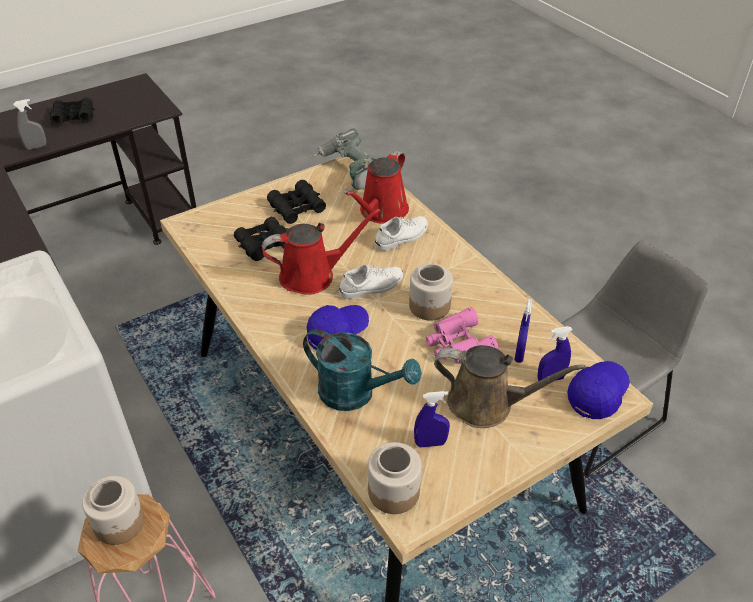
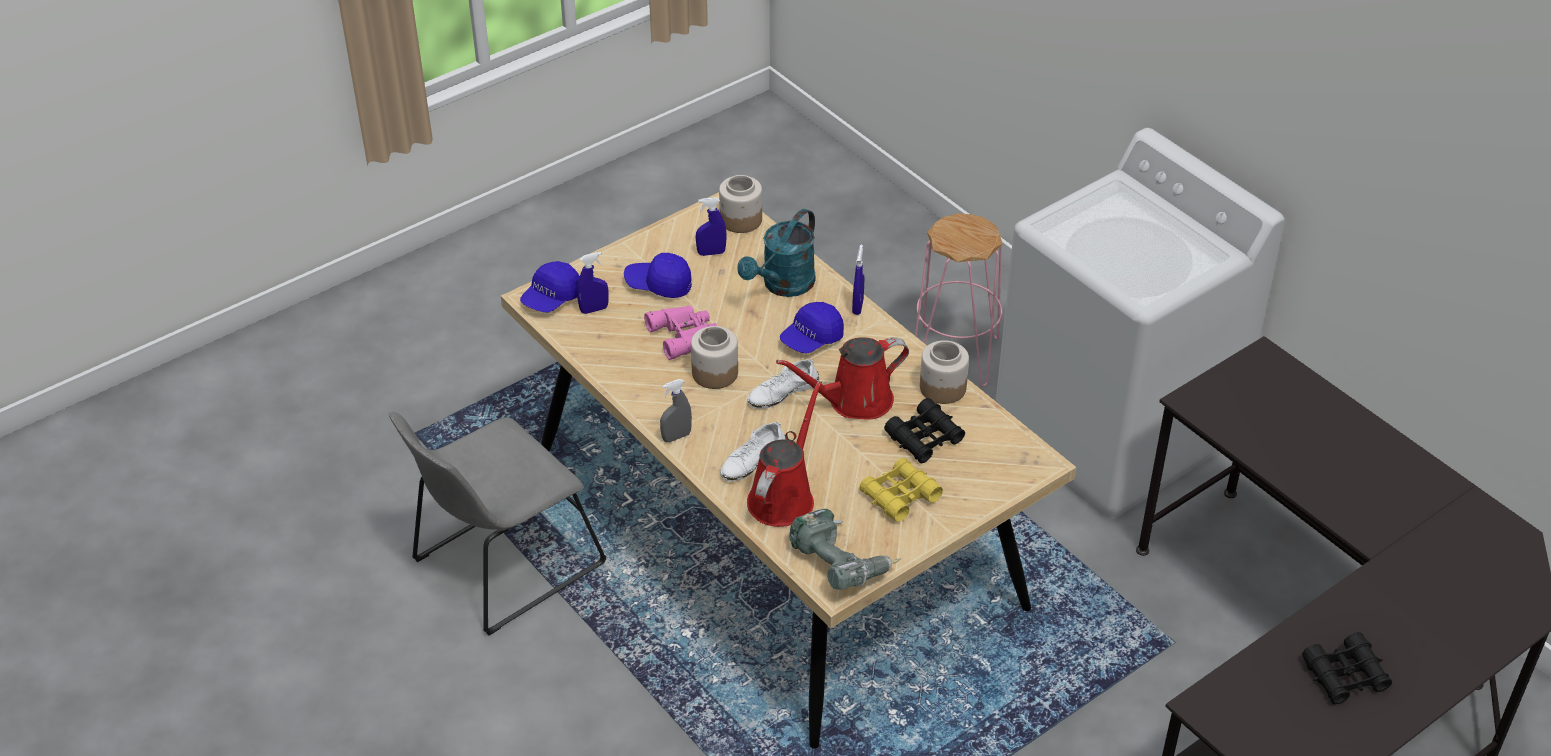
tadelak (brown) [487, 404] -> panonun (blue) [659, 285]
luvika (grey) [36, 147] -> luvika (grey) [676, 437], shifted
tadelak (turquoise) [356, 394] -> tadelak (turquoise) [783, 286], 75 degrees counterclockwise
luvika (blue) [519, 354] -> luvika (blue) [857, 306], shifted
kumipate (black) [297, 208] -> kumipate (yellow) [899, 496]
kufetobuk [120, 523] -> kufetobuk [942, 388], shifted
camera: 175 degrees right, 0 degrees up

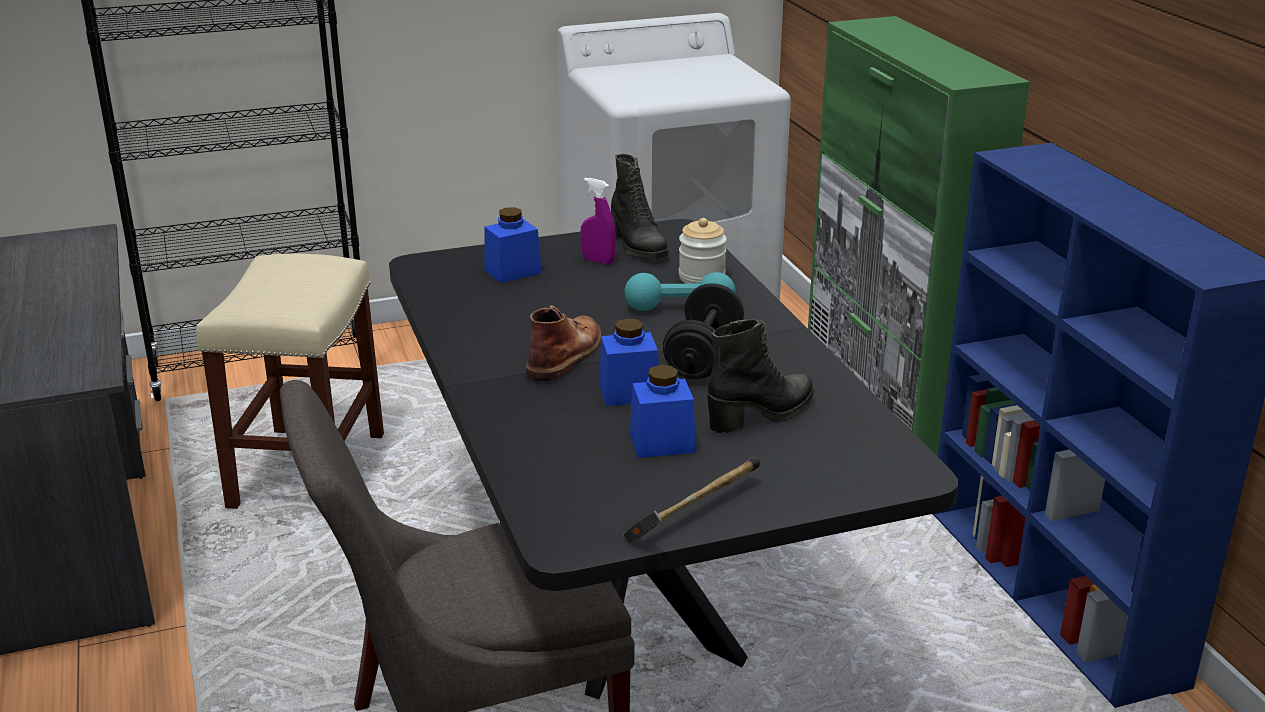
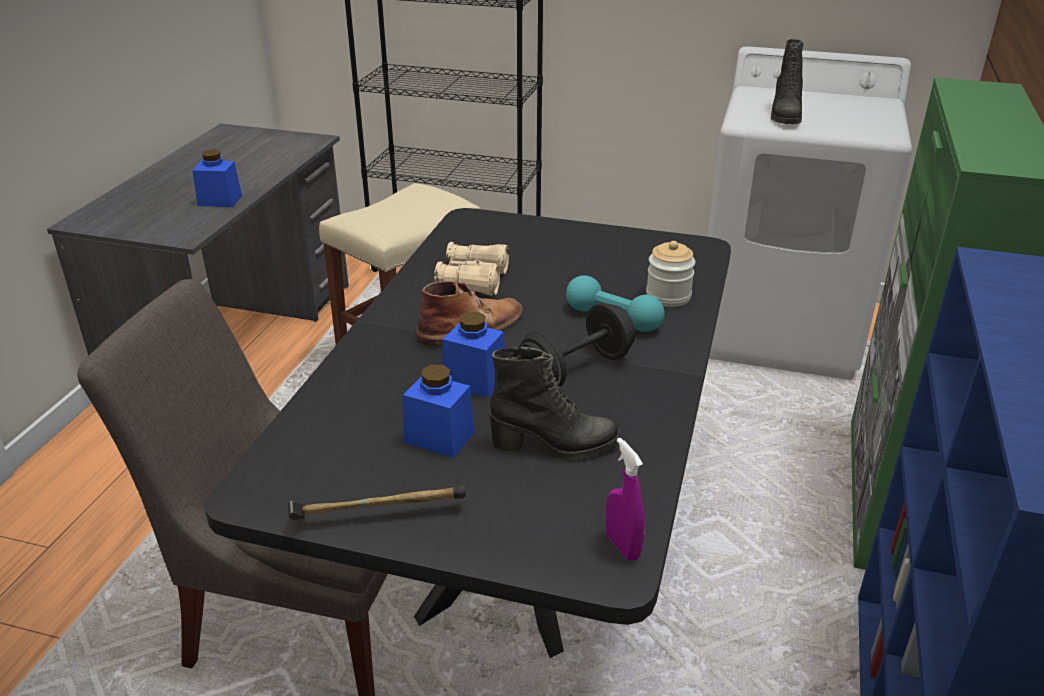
kufetobuk (blue) [513, 271] -> kufetobuk (blue) [220, 200], shifted
none -> kumipate (beige) [473, 280]
luvika (purple) [598, 261] -> luvika (purple) [622, 546], shifted
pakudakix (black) [637, 246] -> pakudakix (black) [784, 116], shifted
camera: 35 degrees right, 5 degrees up

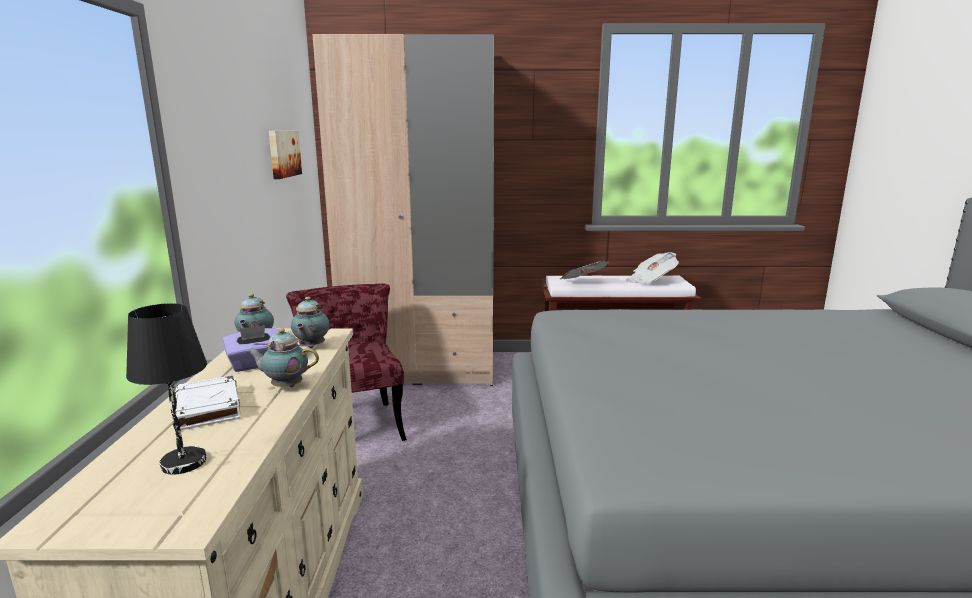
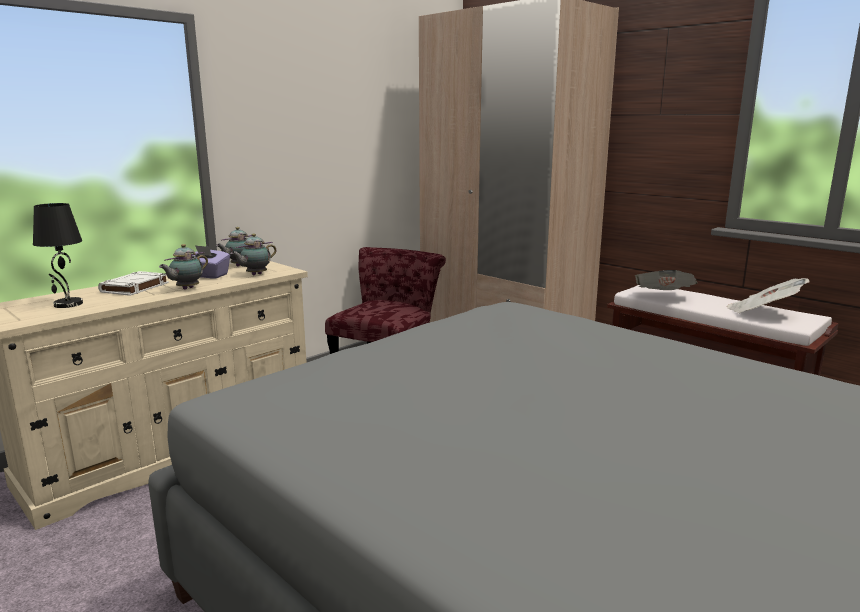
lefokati [285, 386] -> lefokati [186, 289], 105 degrees counterclockwise
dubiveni [283, 153] -> none
camera: 45 degrees right, 0 degrees up

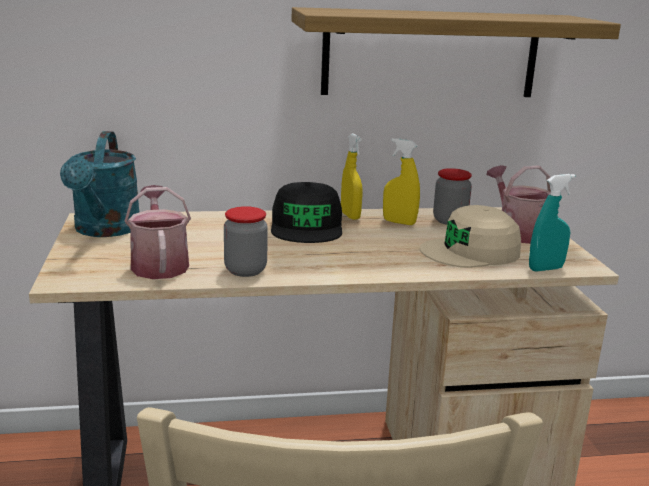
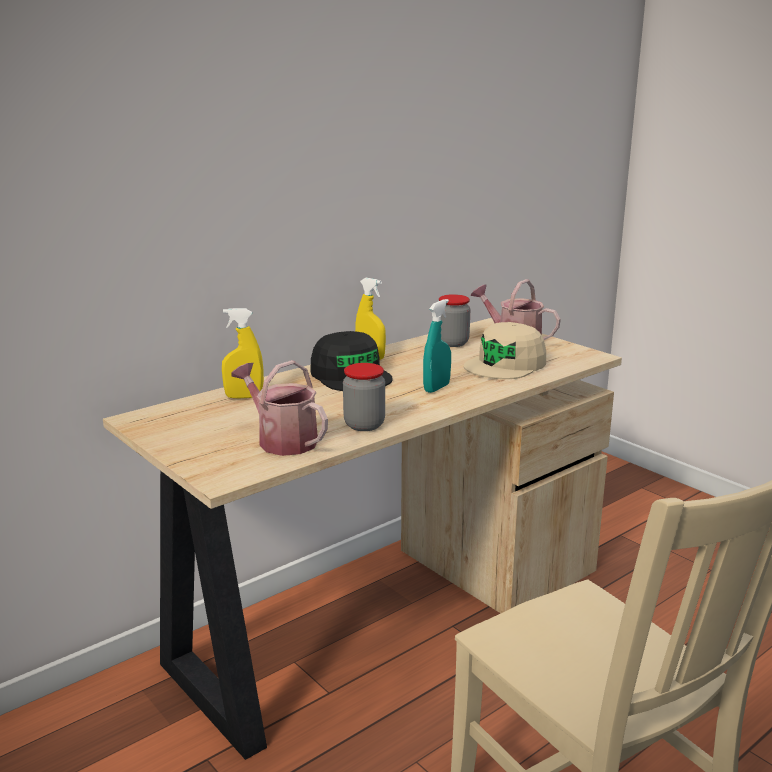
luvika (yellow) [399, 222] -> luvika (yellow) [244, 397], shifted
luvika (turquoise) [546, 269] -> luvika (turquoise) [436, 388], shifted
tadelak (turquoise) [105, 230] -> none
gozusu [431, 54] -> none
camera: 30 degrees left, 0 degrees up

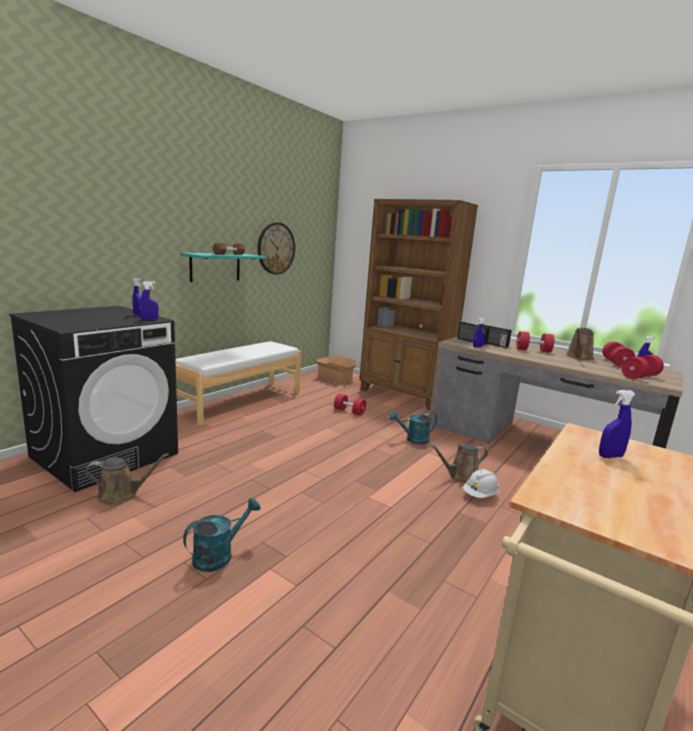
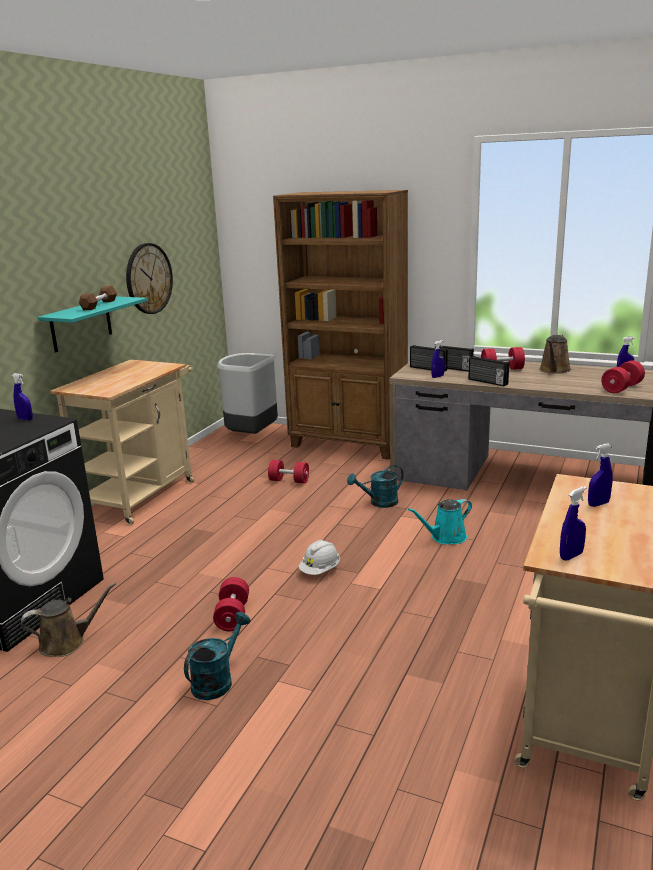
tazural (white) [240, 401] -> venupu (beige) [143, 494]
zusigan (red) [616, 363] -> zusigan (red) [232, 616], shifted
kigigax [334, 379] -> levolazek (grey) [251, 436]
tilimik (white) [480, 495] -> tilimik (white) [320, 570], shifted
tadelak (brown) [460, 477] -> tadelak (turquoise) [445, 538]
none -> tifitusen [487, 382]
luvika (blue) [149, 320] -> luvika (blue) [571, 556], shifted
camera: 10 degrees left, 5 degrees up

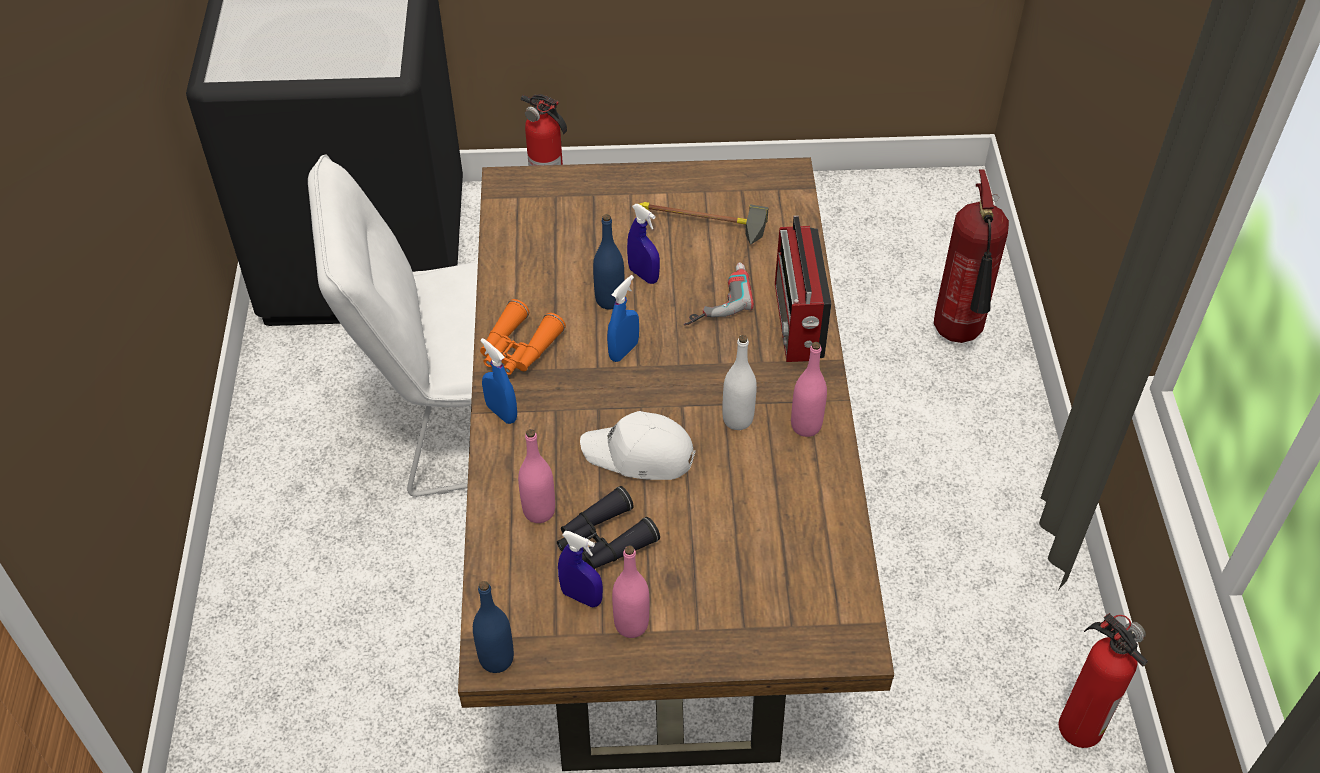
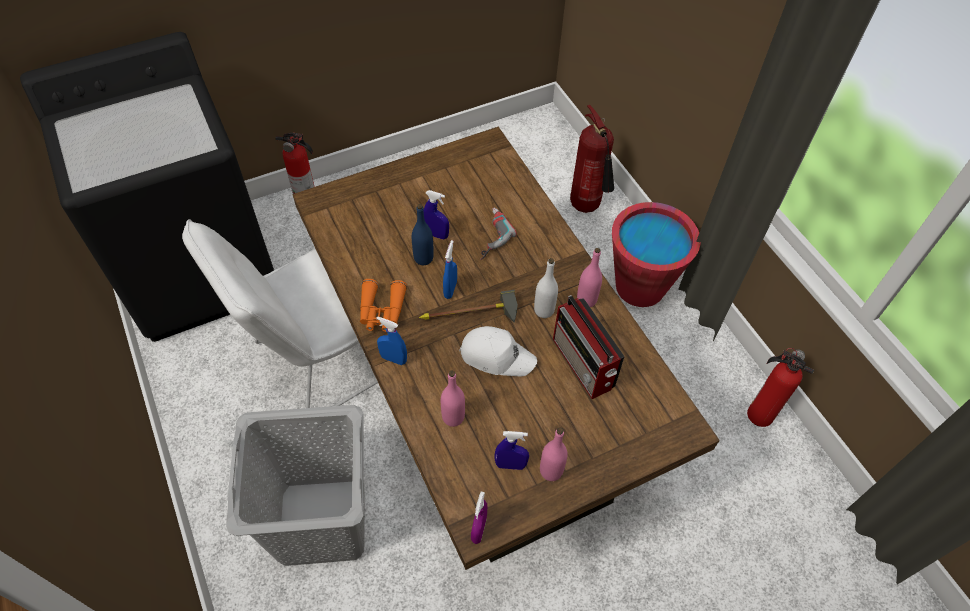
none -> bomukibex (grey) [321, 520]
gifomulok [698, 226] -> gifomulok [468, 318], shifted
panonun (white) [639, 455] -> panonun (white) [496, 355], 150 degrees counterclockwise
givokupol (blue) [496, 659] -> luvika (purple) [478, 529]
tifitusen [797, 323] -> tifitusen [583, 365], shifted
none -> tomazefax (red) [640, 287]
kumipate (black) [603, 541] -> none
camera: 25 degrees left, 5 degrees up

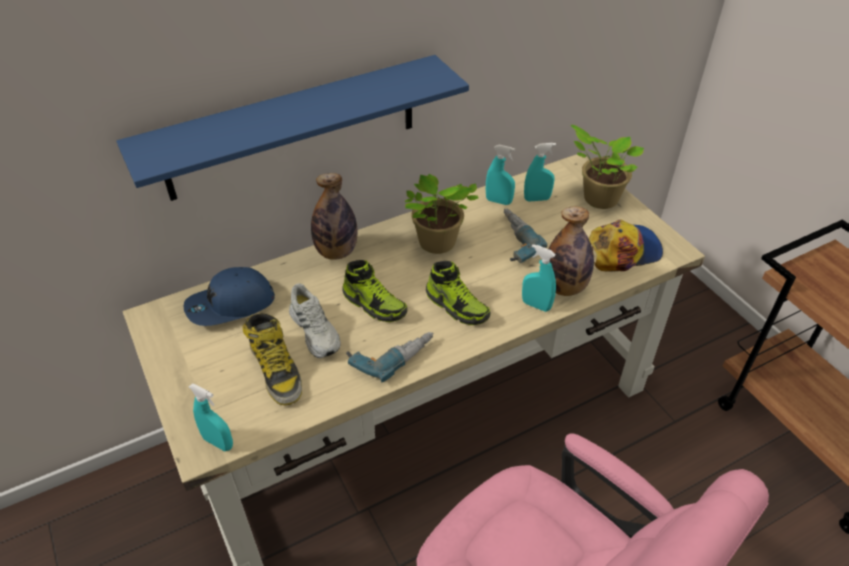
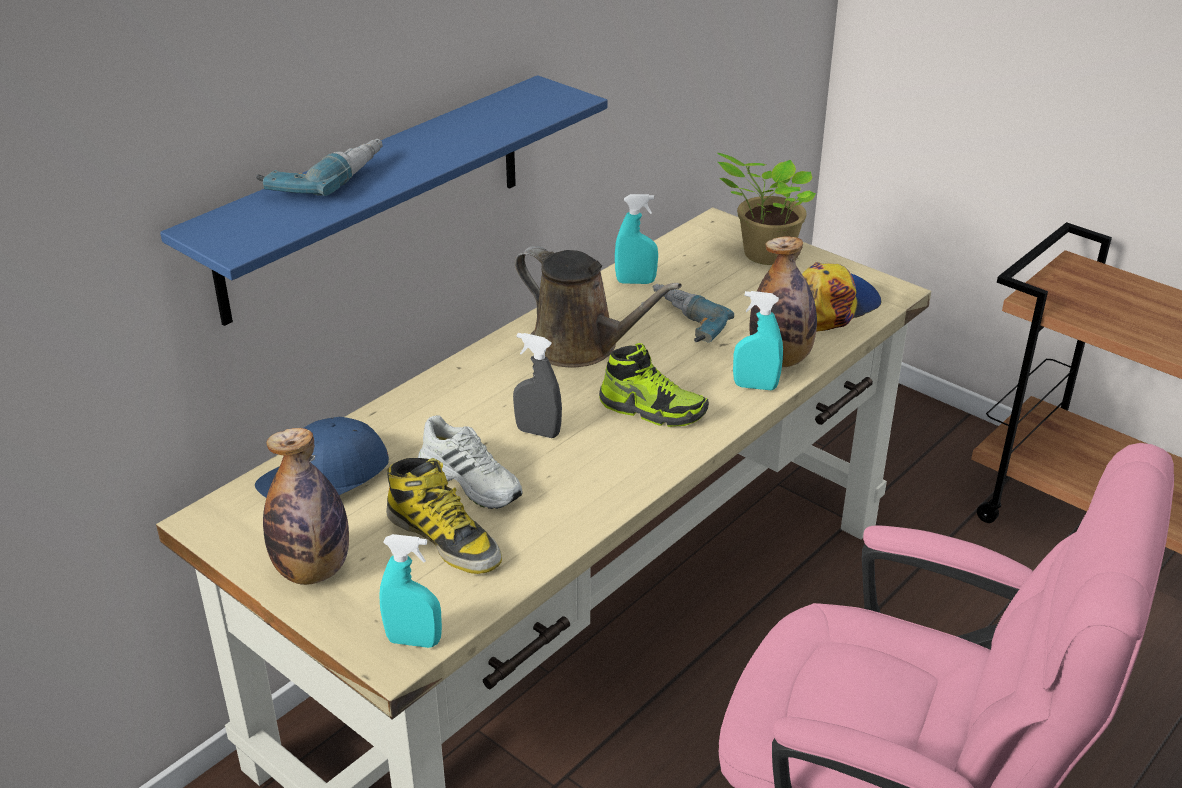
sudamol [391, 354] -> sudamol [324, 177], shifted
givokupol [336, 252] -> givokupol [313, 570], shifted
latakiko [375, 304] -> luvika (grey) [538, 432]
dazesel [436, 244] -> tadelak (brown) [581, 346]
luvika (turquoise) [537, 199] -> none
camera: 20 degrees left, 10 degrees down

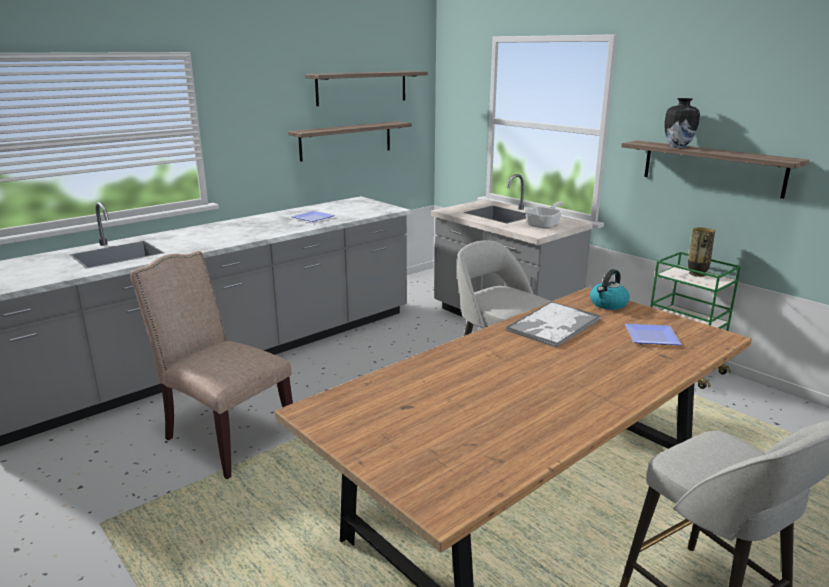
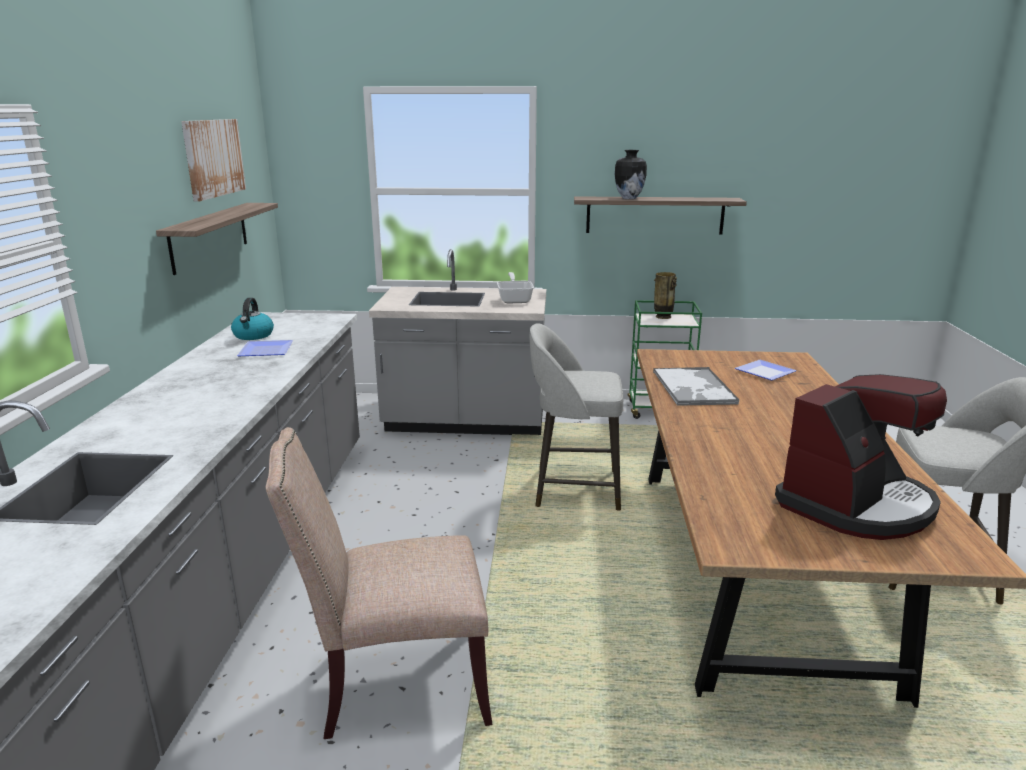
gozusu [362, 88] -> dubiveni [213, 158]
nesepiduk [608, 304] -> nesepiduk [253, 335], shifted
none -> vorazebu [856, 504]
camera: 45 degrees left, 0 degrees up

